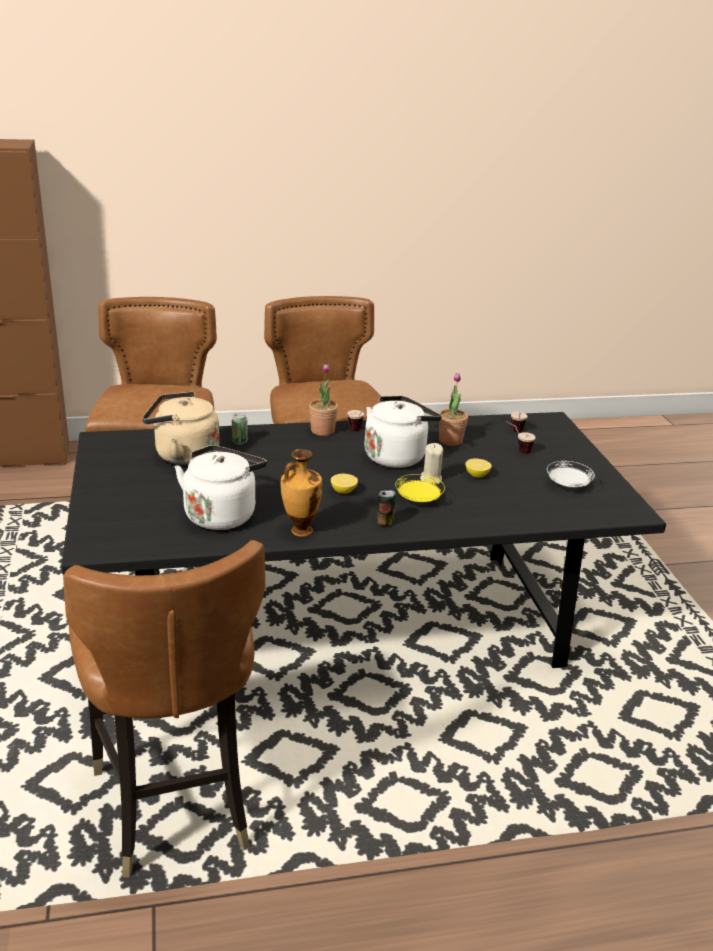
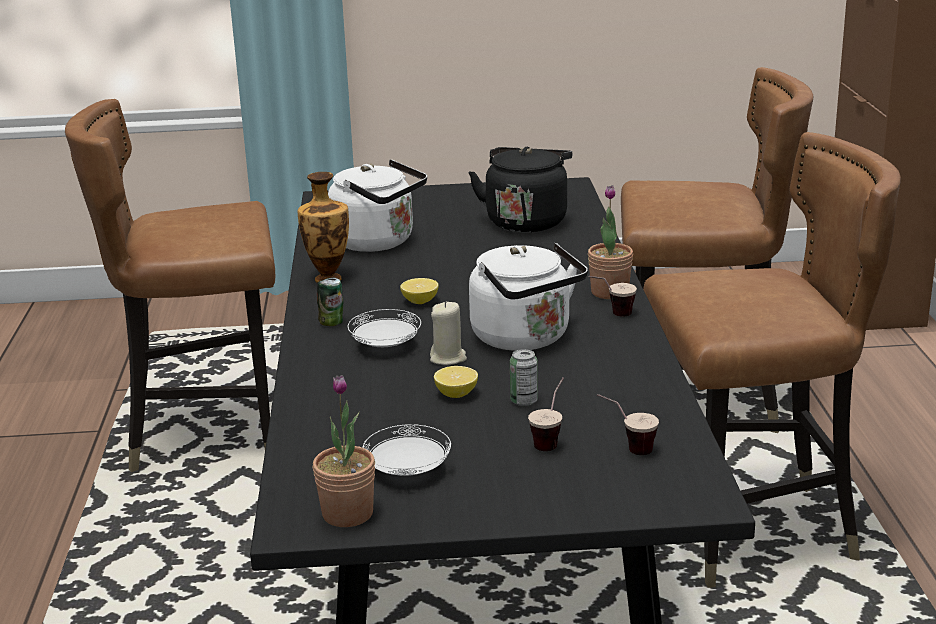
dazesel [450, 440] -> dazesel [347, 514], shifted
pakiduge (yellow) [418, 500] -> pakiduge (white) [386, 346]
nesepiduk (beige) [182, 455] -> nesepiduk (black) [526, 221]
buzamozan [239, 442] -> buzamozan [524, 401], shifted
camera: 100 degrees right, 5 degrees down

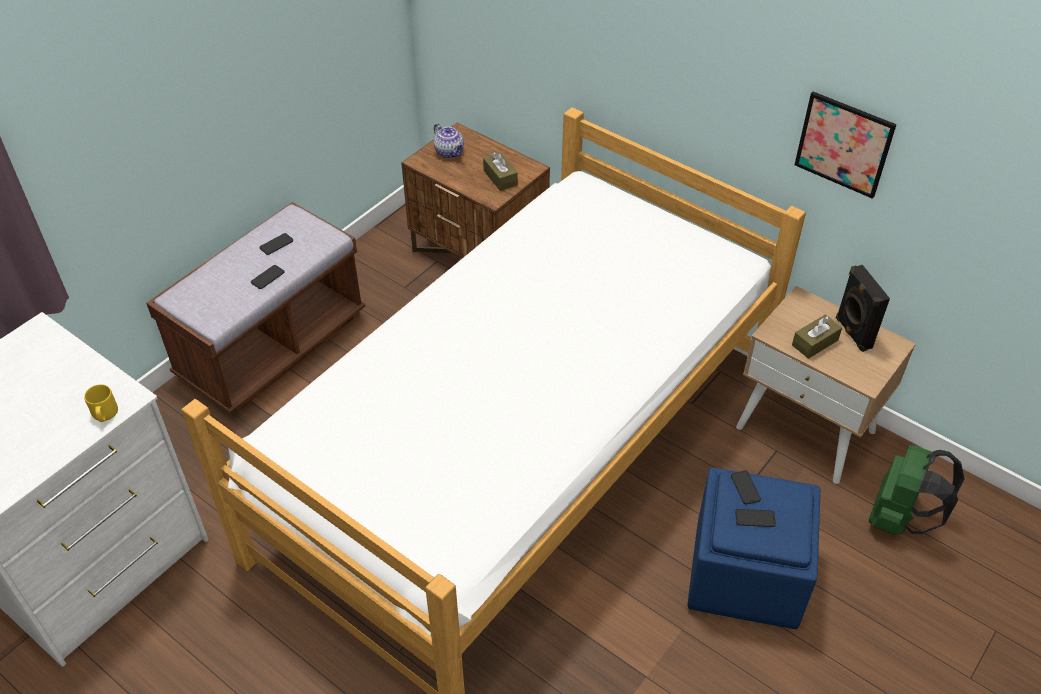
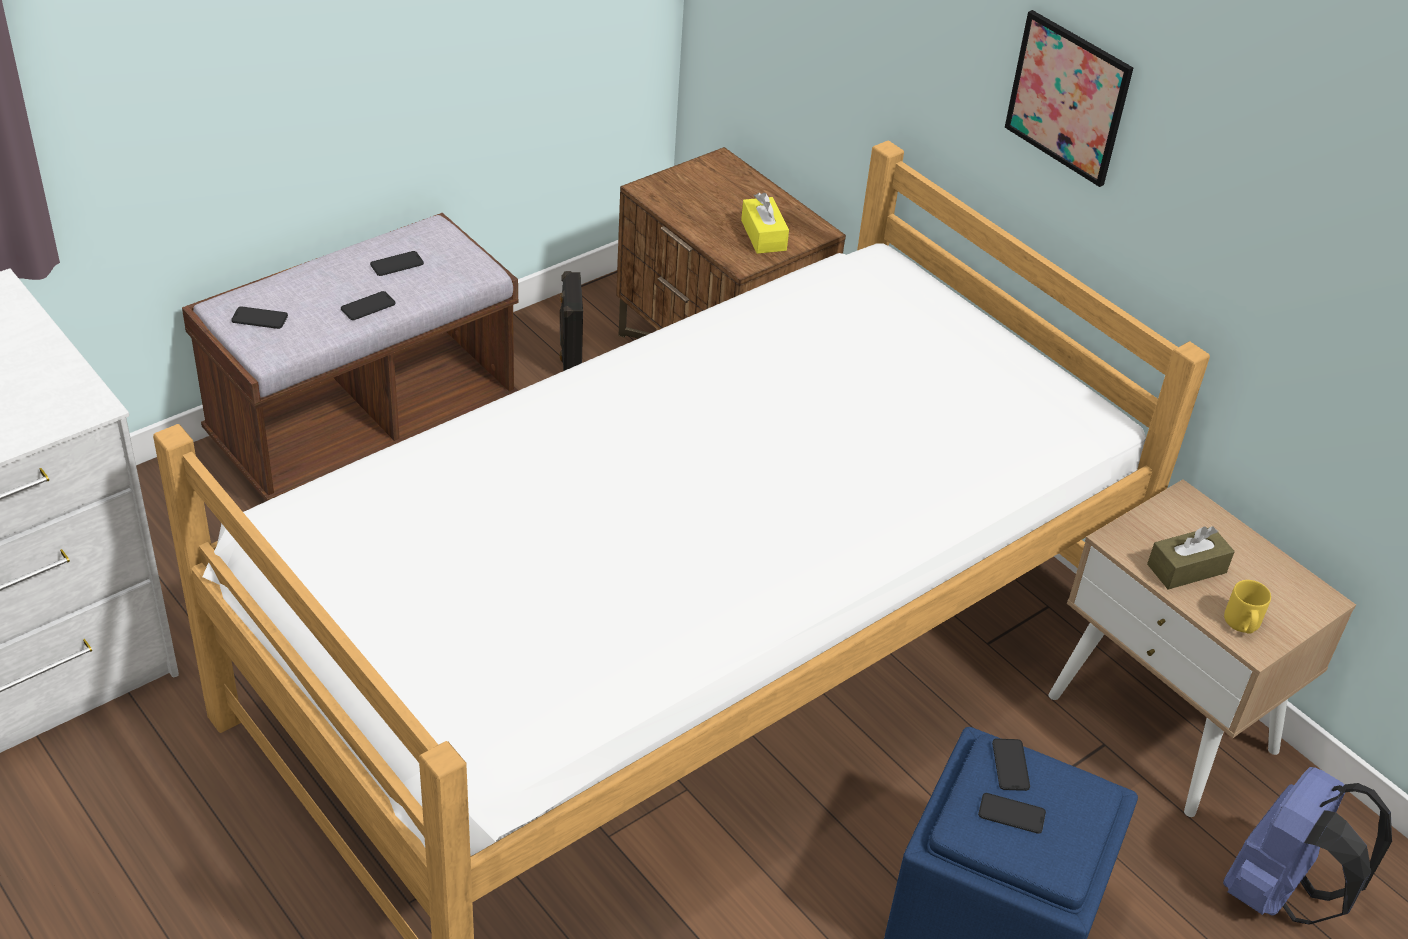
none -> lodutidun [259, 318]
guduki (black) [852, 333] -> guduki (black) [569, 362], shifted
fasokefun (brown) [500, 178] -> fasokefun (yellow) [763, 235]
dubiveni [844, 144] -> dubiveni [1068, 97], shifted
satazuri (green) [899, 518] -> satazuri (blue) [1280, 893]
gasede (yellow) [105, 414] -> gasede (yellow) [1242, 624], shifted
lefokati [450, 152] -> none
camera: 10 degrees right, 5 degrees down

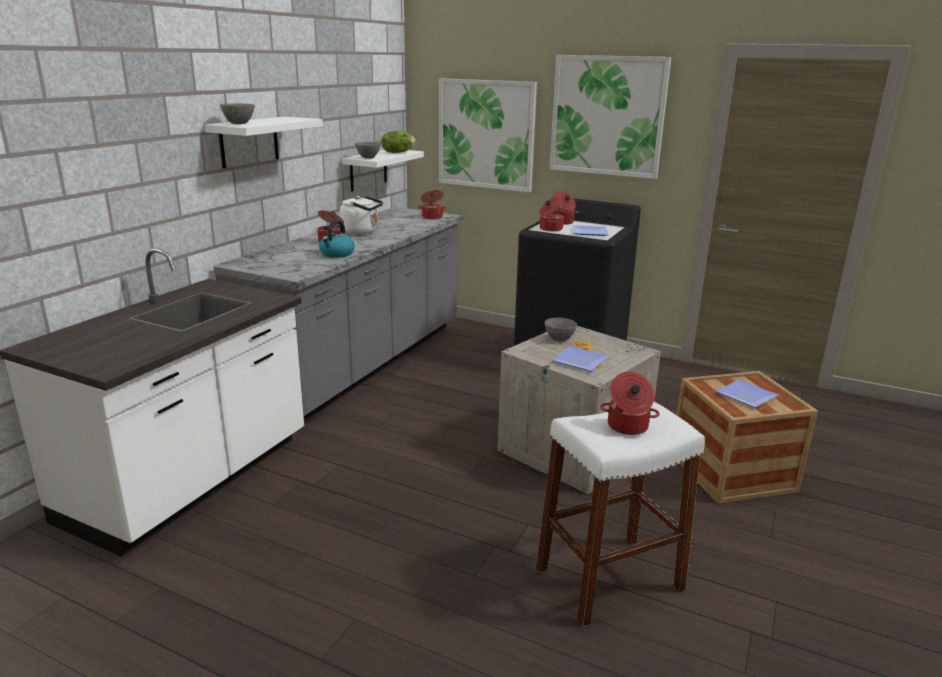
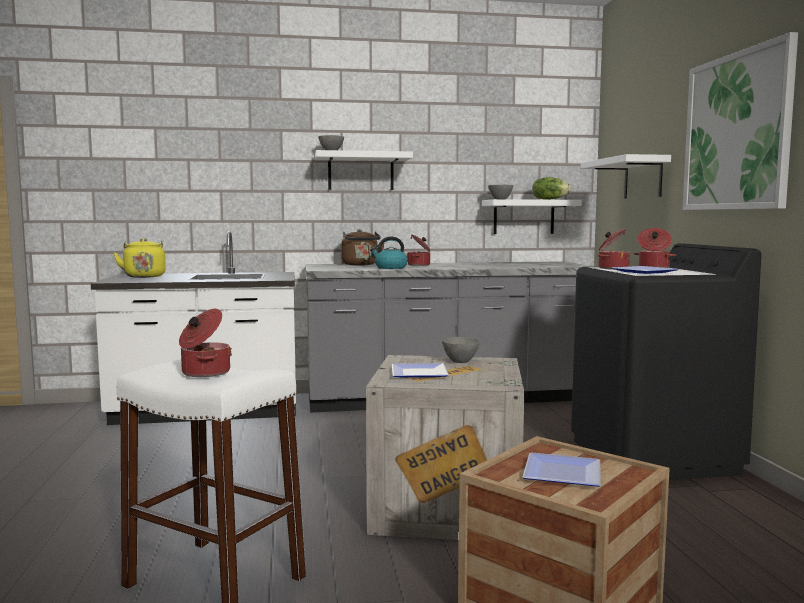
none -> nesepiduk (yellow) [144, 276]
none -> nesepiduk (brown) [360, 265]
dubiveni [486, 134] -> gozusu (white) [643, 178]
nesepiduk (white) [362, 232] -> none
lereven [432, 217] -> none
camera: 55 degrees right, 15 degrees down

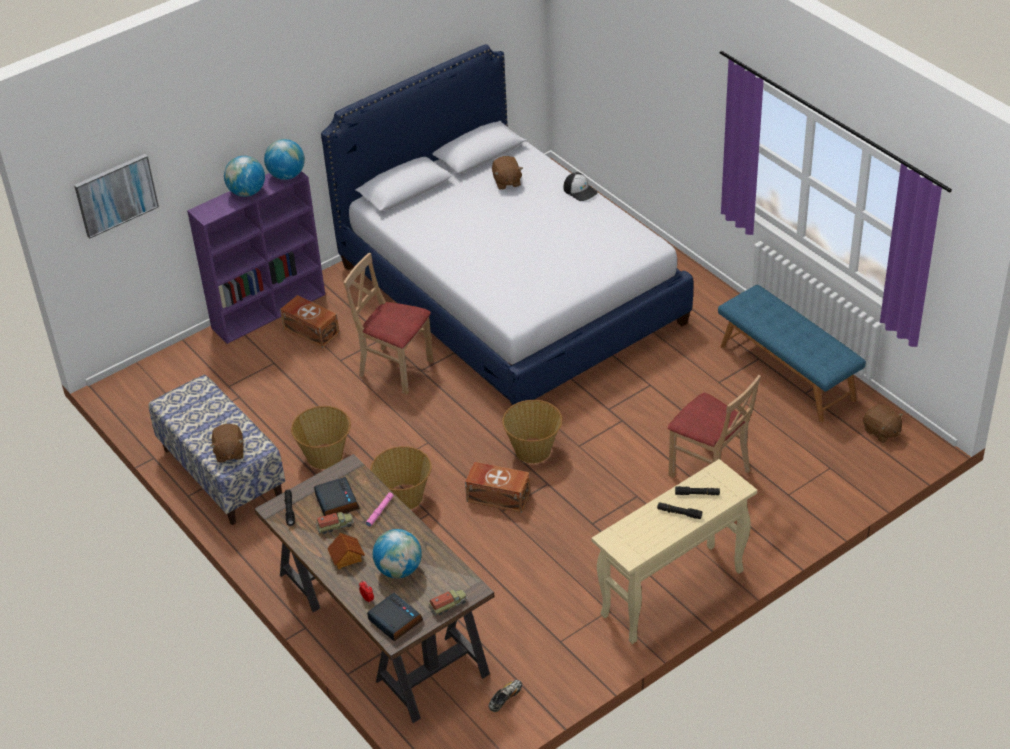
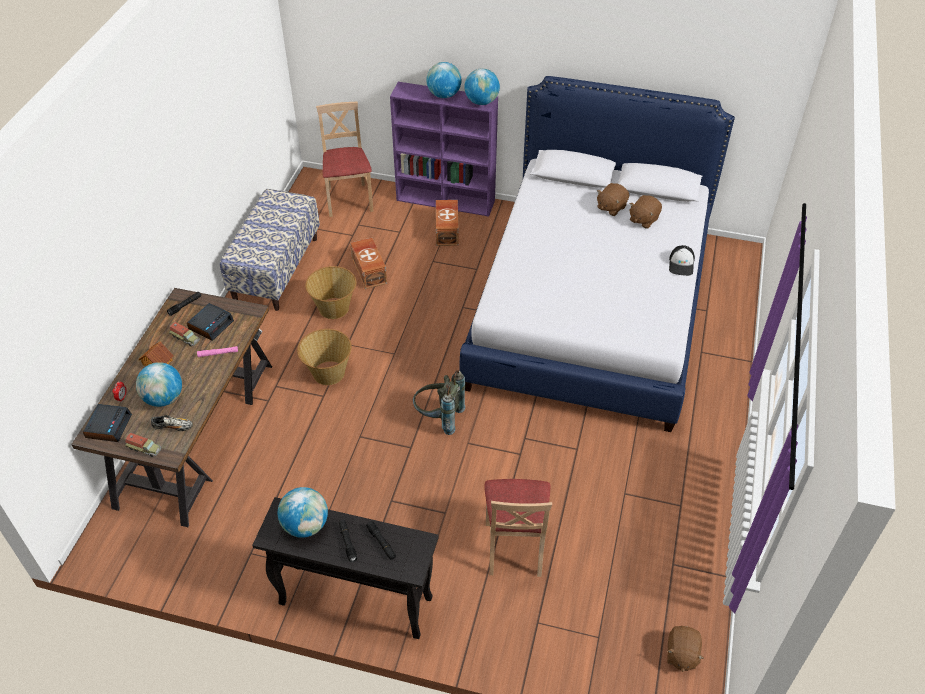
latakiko [505, 699] -> latakiko [173, 427], shifted
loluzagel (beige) [672, 594] -> loluzagel (black) [354, 601]
none -> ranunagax [305, 525]
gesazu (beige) [395, 369] -> gesazu (beige) [349, 200], shifted
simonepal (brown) [497, 496] -> simonepal (brown) [369, 270], shifted
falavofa [533, 450] -> satazuri (grey) [439, 418]
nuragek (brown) [229, 452] -> nuragek (brown) [611, 207], shifted
dubiveni [116, 195] -> none
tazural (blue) [787, 372] -> none
camera: 50 degrees right, 5 degrees up

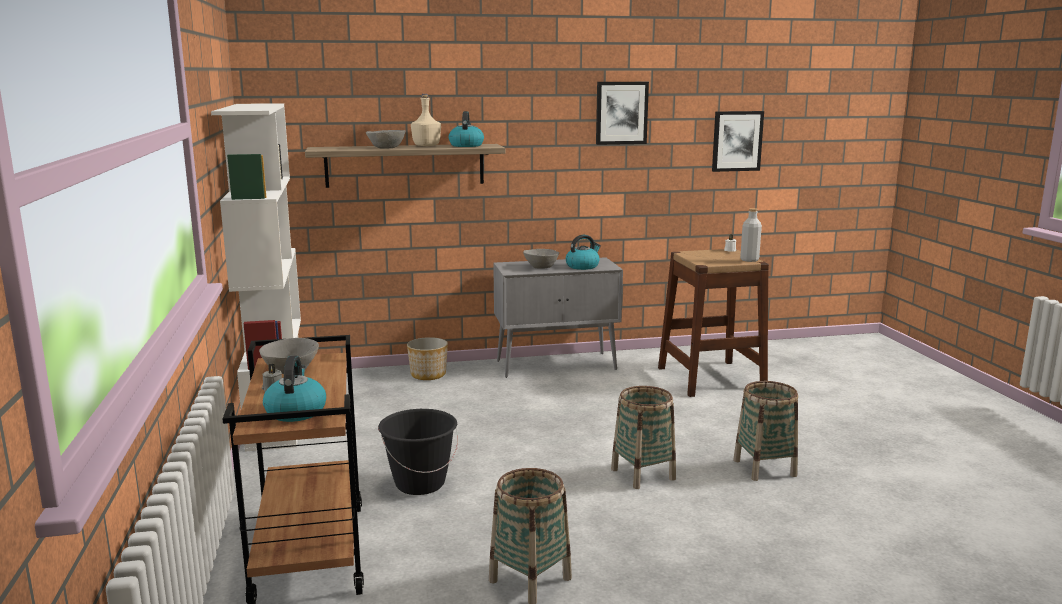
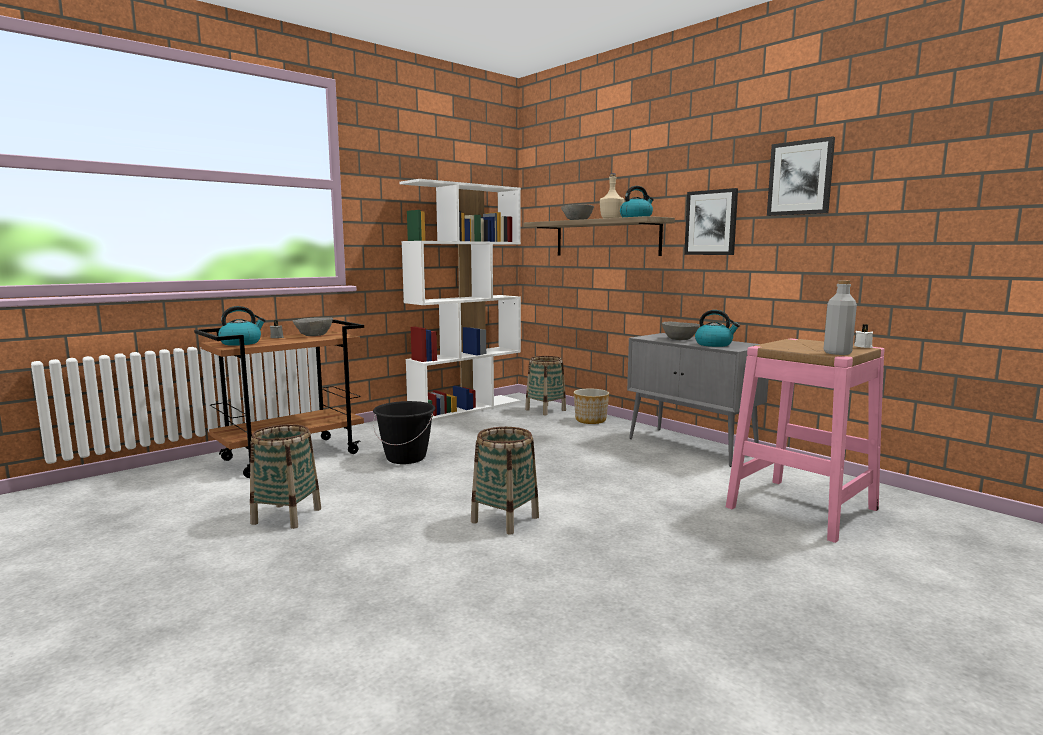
falavofa [764, 468] -> falavofa [545, 410], shifted
dubiveni [737, 141] -> dubiveni [711, 222], shifted
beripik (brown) [710, 378] -> beripik (pink) [801, 508]
camera: 60 degrees right, 5 degrees down

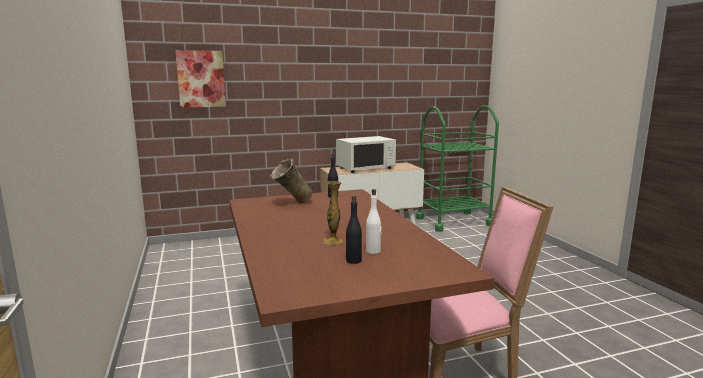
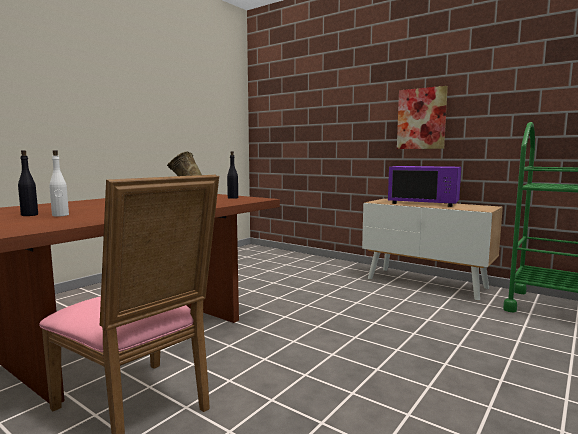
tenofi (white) [365, 168] -> tenofi (purple) [424, 203]
dubiveni [201, 79] -> dubiveni [421, 119], shifted
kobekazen [333, 241] -> none
camera: 55 degrees right, 5 degrees down

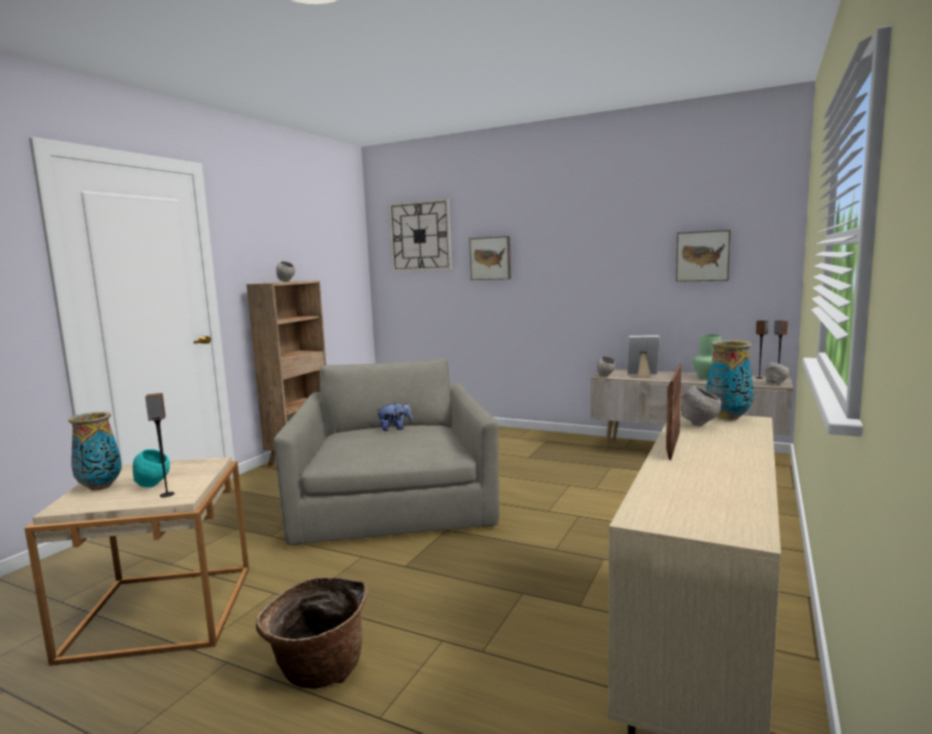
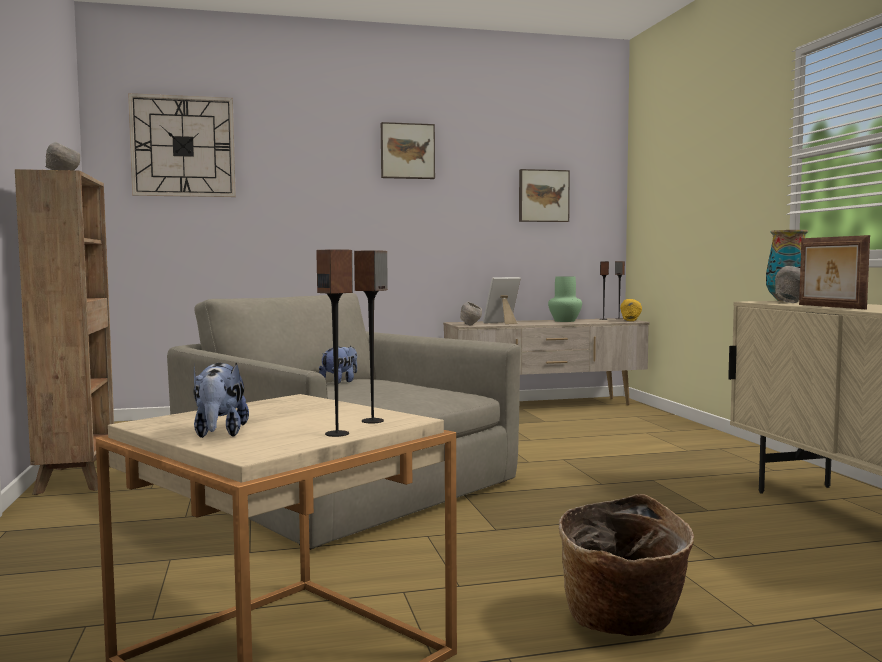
kobekazen [100, 487] -> nuragek [219, 433]
none -> guduki [337, 434]
dubiveni [491, 258] -> dubiveni [407, 151], shifted
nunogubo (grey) [775, 384] -> nunogubo (yellow) [630, 321]
nunogubo (turquoise) [153, 486] -> none
camera: 40 degrees left, 5 degrees down

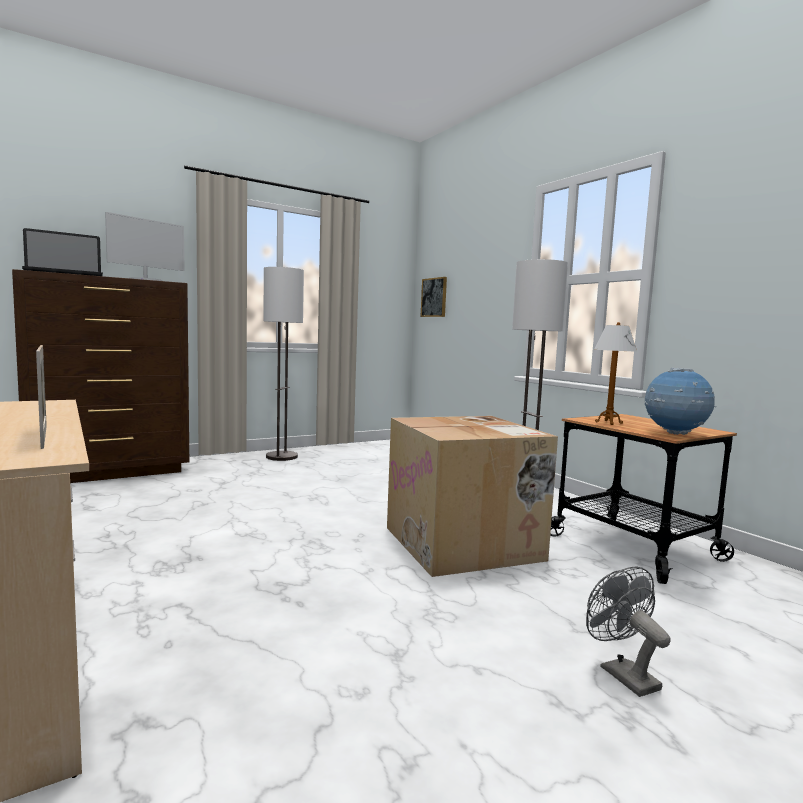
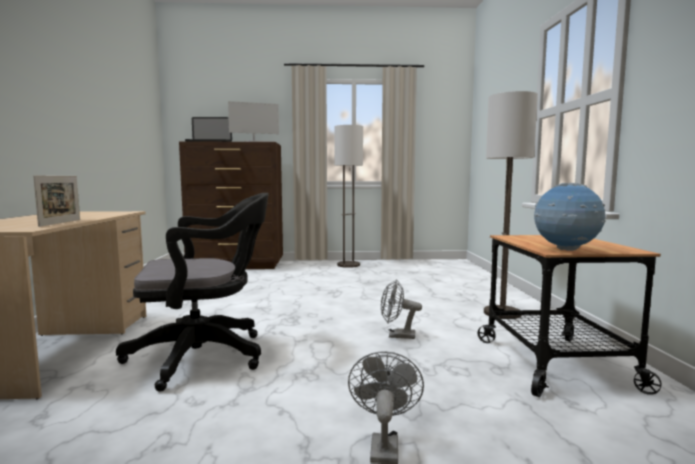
none -> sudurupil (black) [205, 356]
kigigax [465, 544] -> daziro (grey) [397, 335]
dubiveni [434, 297] -> none
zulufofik [608, 422] -> none
camera: 30 degrees right, 0 degrees up

